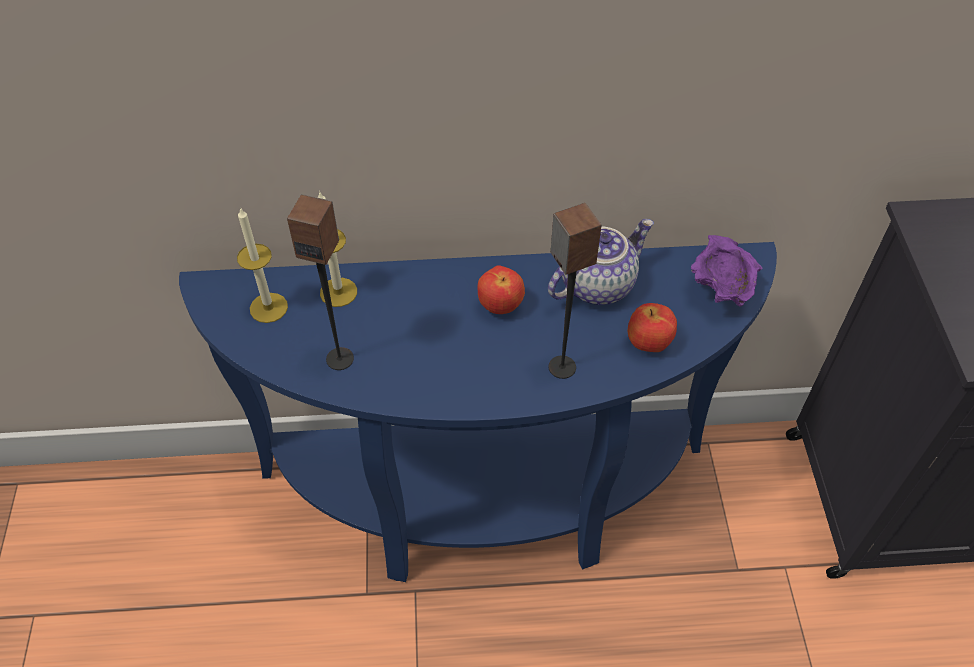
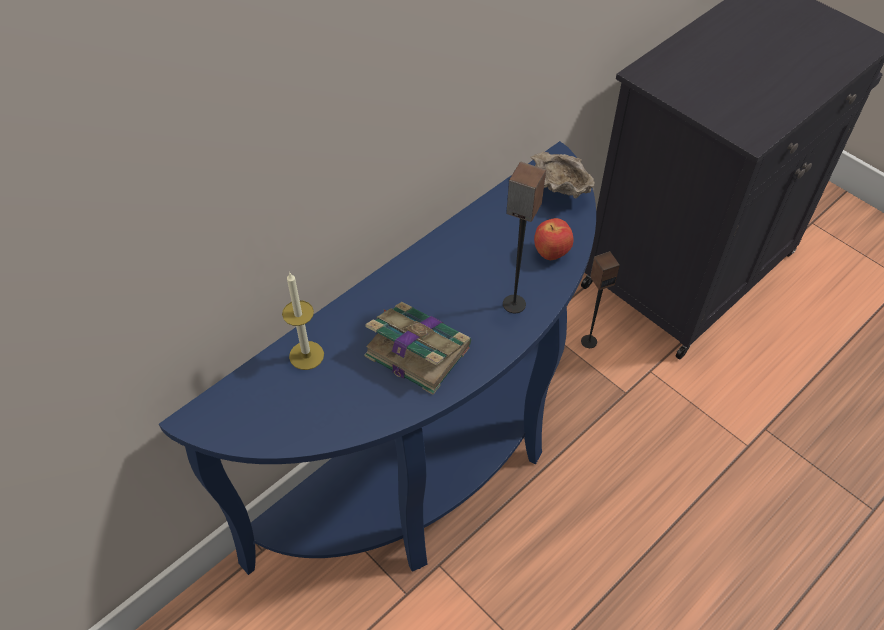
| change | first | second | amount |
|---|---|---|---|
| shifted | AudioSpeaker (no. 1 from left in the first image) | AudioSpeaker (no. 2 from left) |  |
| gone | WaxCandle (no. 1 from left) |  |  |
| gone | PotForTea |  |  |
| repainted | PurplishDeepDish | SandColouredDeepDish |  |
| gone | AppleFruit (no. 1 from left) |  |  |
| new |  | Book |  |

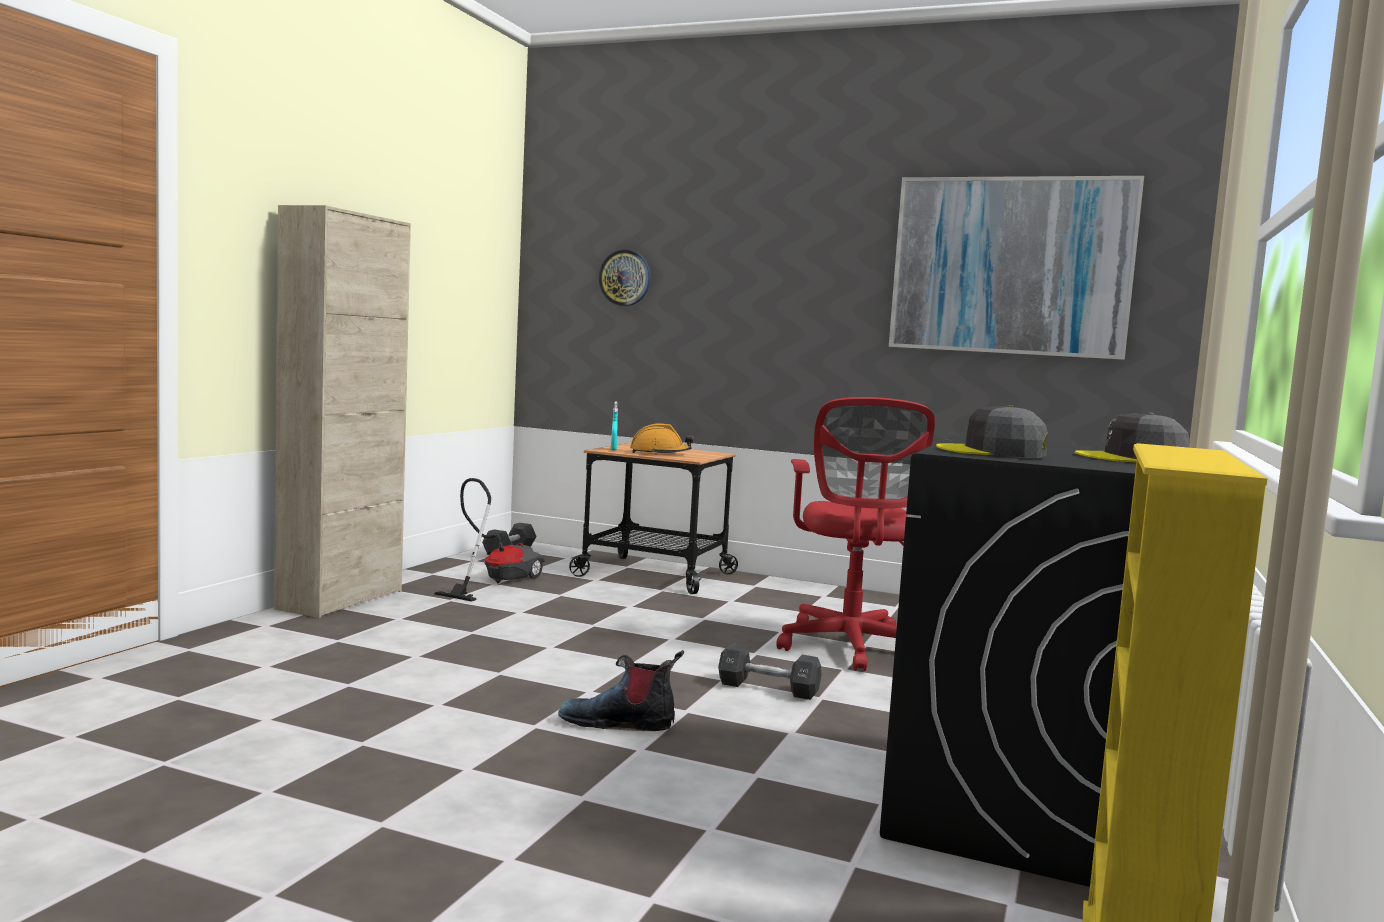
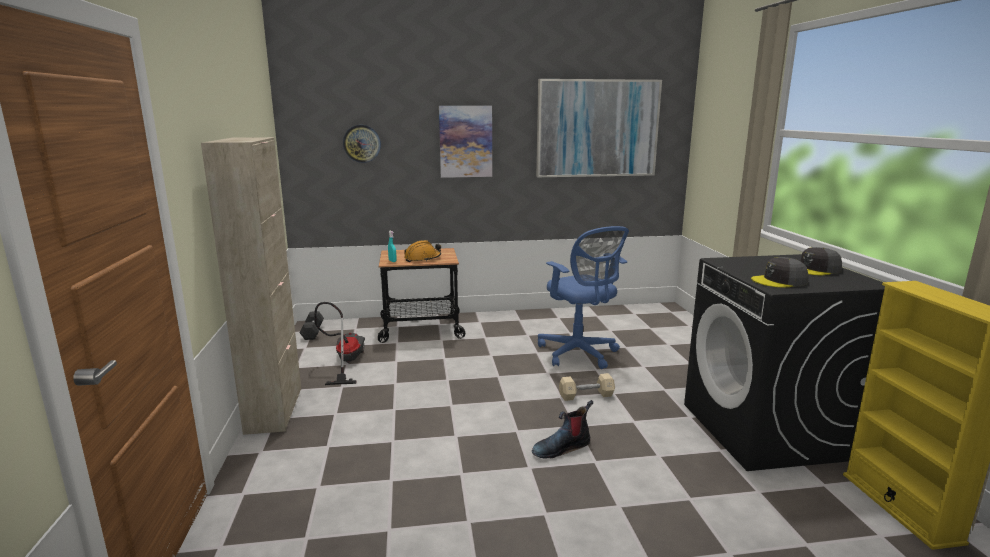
| change | first | second | amount |
|---|---|---|---|
| repainted | RedOfficeChair | BlueOfficeChair |  |
| repainted | BlackColouredHandWeight (no. 2 from left) | SandColouredHandWeight |  |
| new |  | Picture (no. 1 from left) |  |

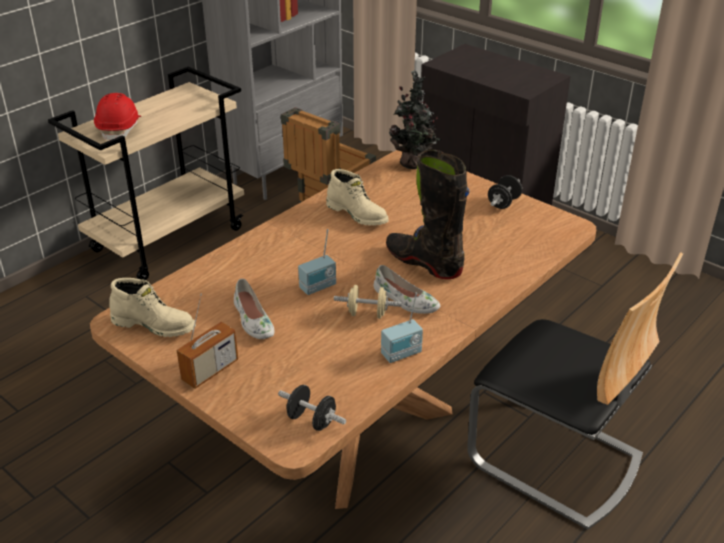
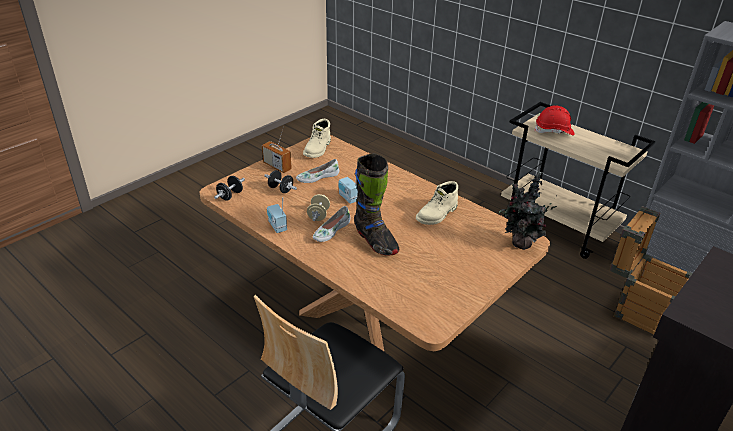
| change | first | second | amount |
|---|---|---|---|
| rotated | BlackColouredTallBoot |  | 105 degrees clockwise |
| shifted | BlackColouredHandWeight (no. 2 from left) |  |  |

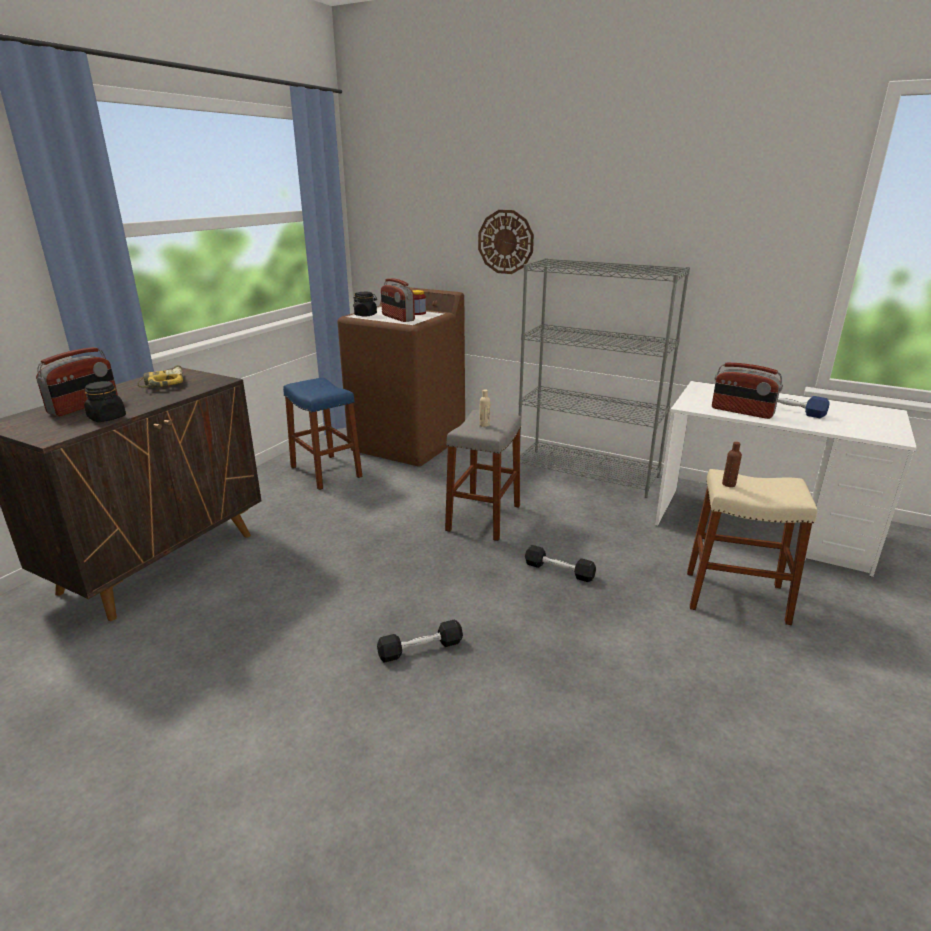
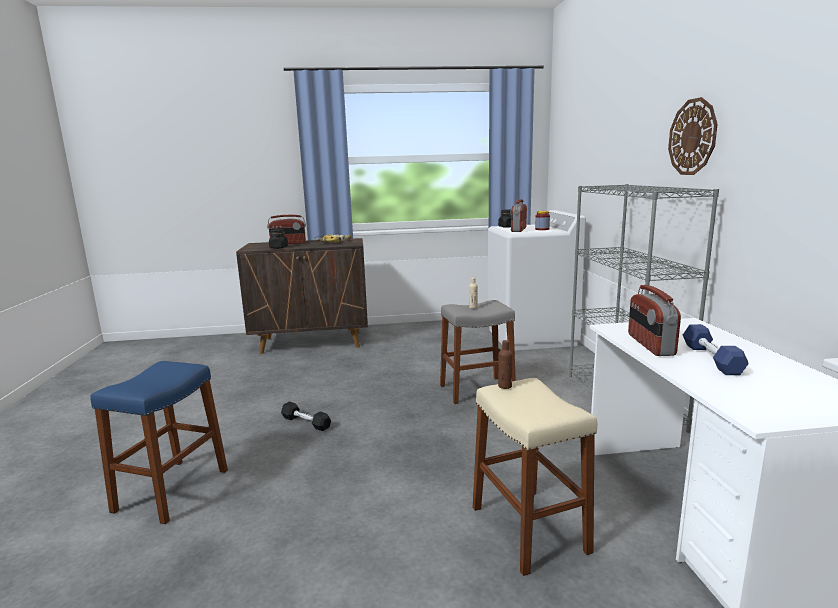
| change | first | second | amount |
|---|---|---|---|
| shifted | ClockOnTheWall |  |  |
| repainted | BrownishLaundryMachine | WhitishLaundryMachine |  |
| shifted | BlueStool |  |  |
| gone | BlackColouredHandWeight (no. 2 from left) |  |  |

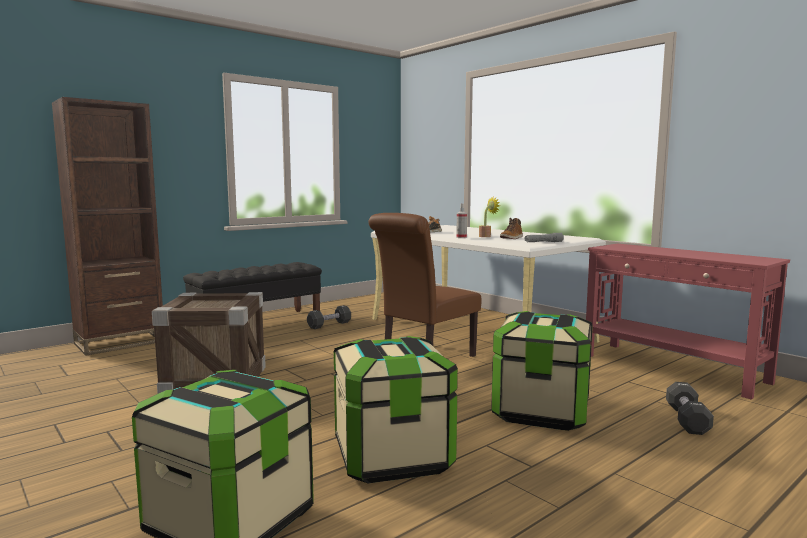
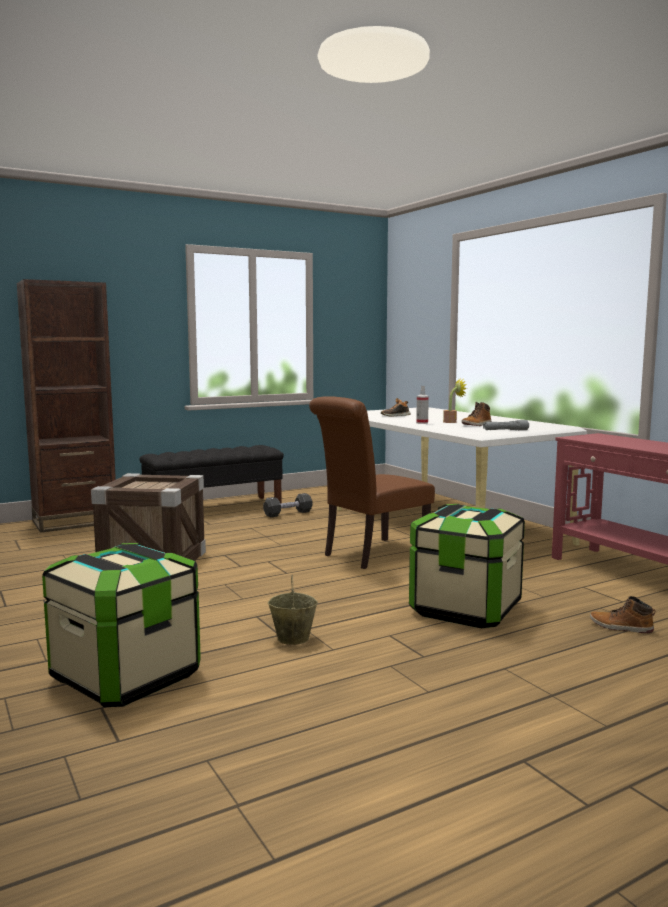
| change | first | second | amount |
|---|---|---|---|
| swapped | StorageBin (no. 2 from left) | SandColouredBucket |  |
| swapped | BlackColouredHandWeight (no. 2 from left) | TallBoot (no. 2 from left) |  |

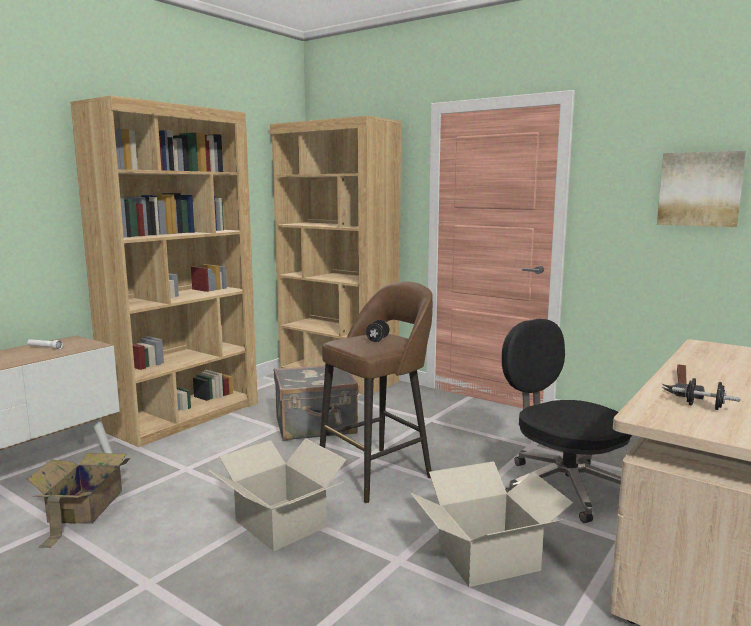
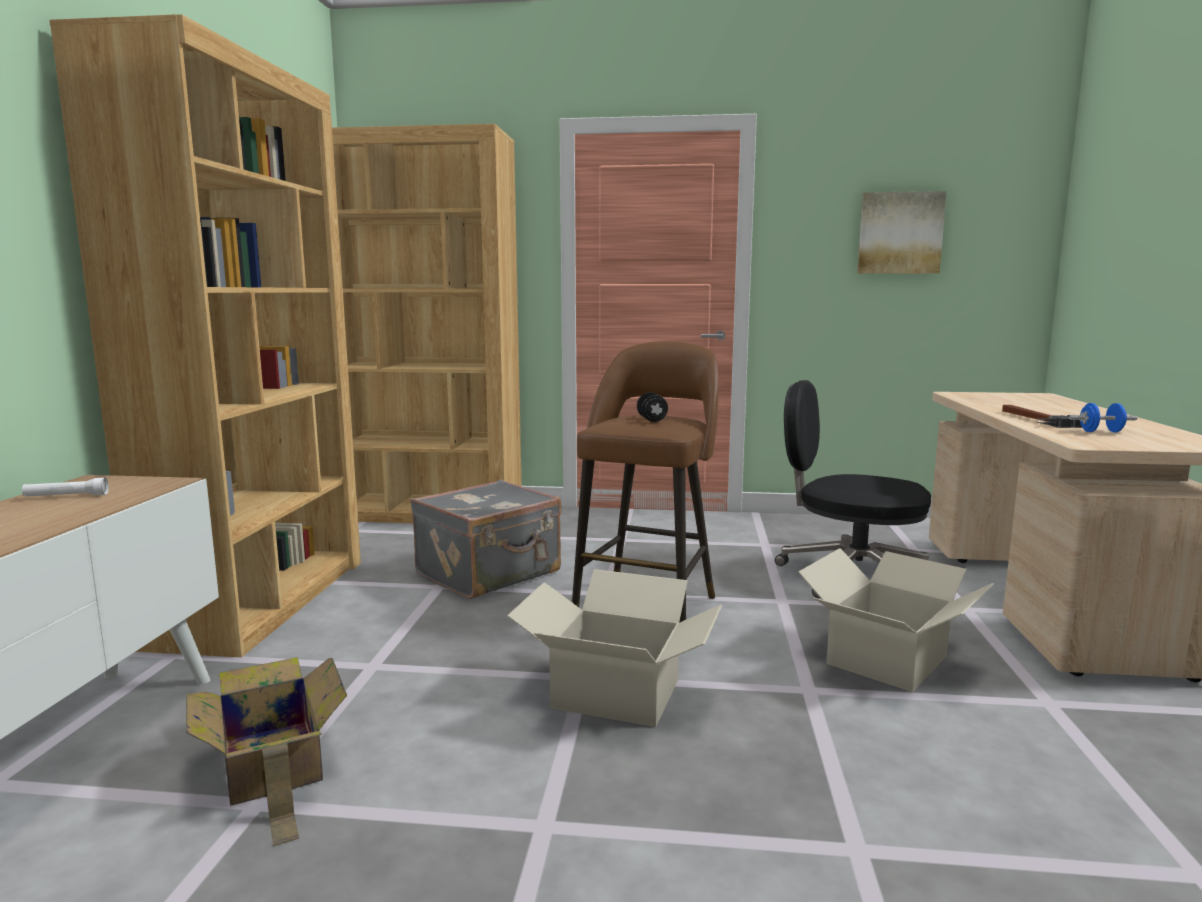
| change | first | second | amount |
|---|---|---|---|
| repainted | BlackColouredHandWeight (no. 2 from left) | BlueHandWeight |  |

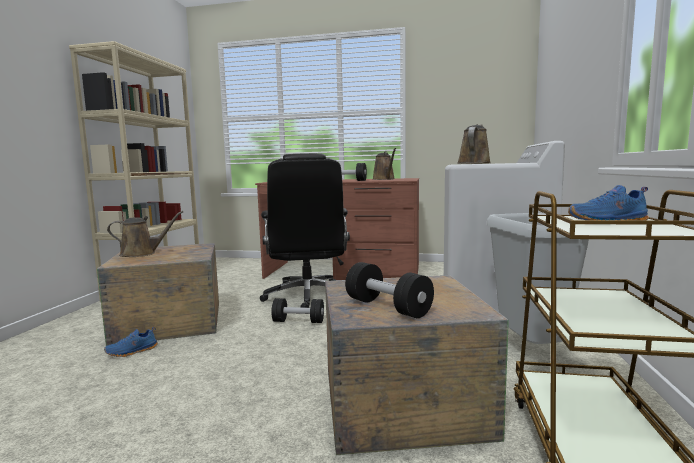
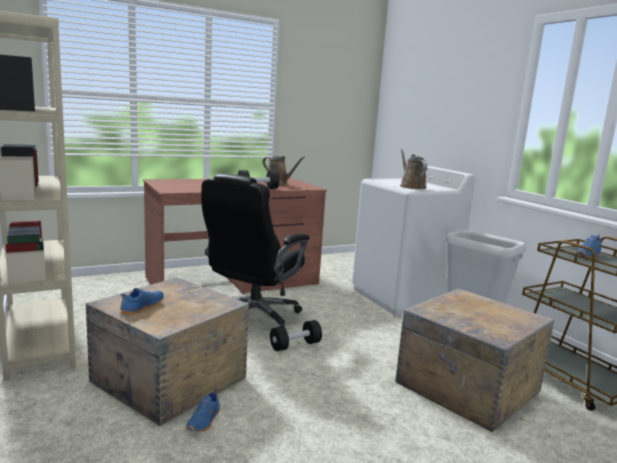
| change | first | second | amount |
|---|---|---|---|
| rotated | BlackColouredOfficeChair |  | 75 degrees clockwise |
| swapped | BrownishWateringPot (no. 1 from left) | BlueItemOfFootwear (no. 1 from left) |  |
| gone | BlackColouredHandWeight (no. 3 from left) |  |  |

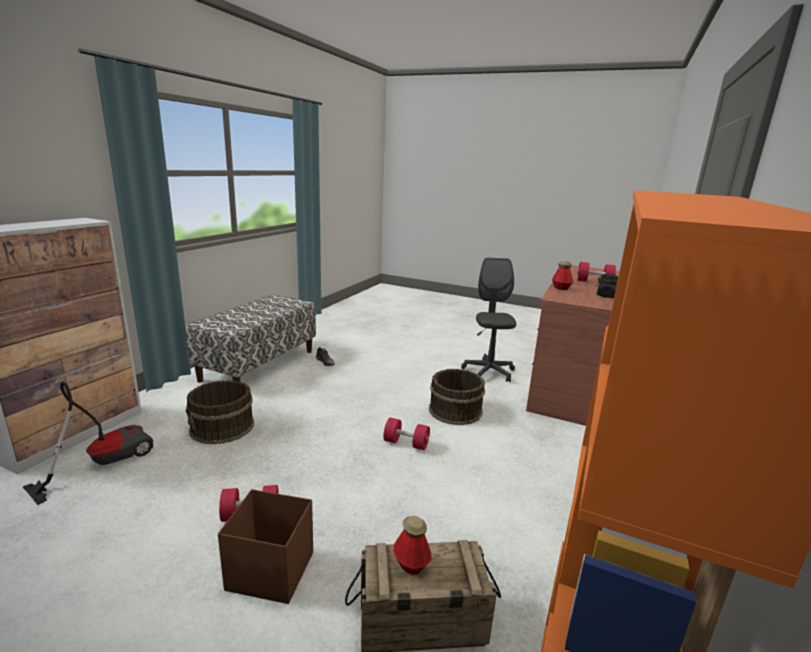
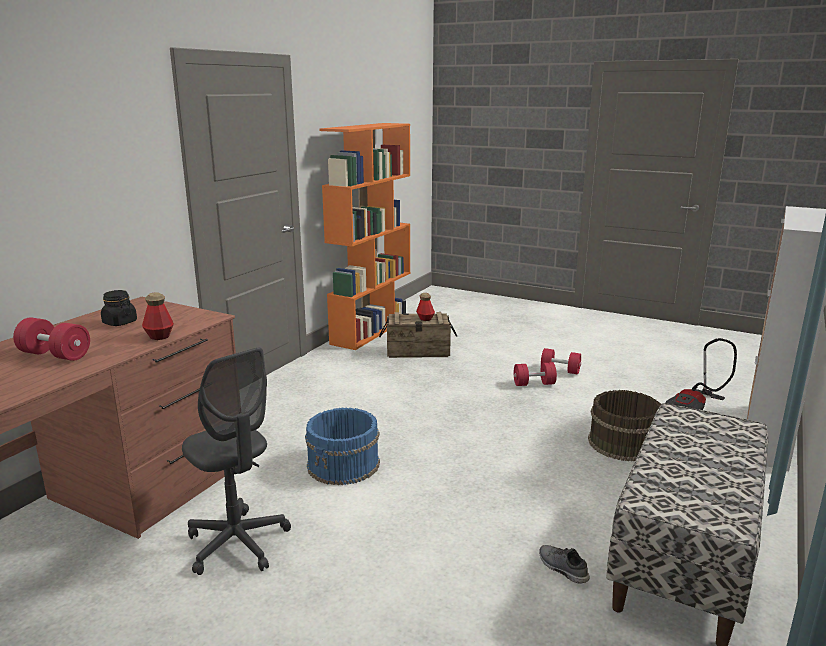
| change | first | second | amount |
|---|---|---|---|
| rotated | GreyishOfficeChair |  | 45 degrees counterclockwise |
| repainted | BrownishBucket (no. 2 from left) | BlueBucket |  |
| shifted | RedHandWeight (no. 2 from left in the first image) | RedHandWeight (no. 3 from left) |  |
| gone | BrownishStorageBin |  |  |

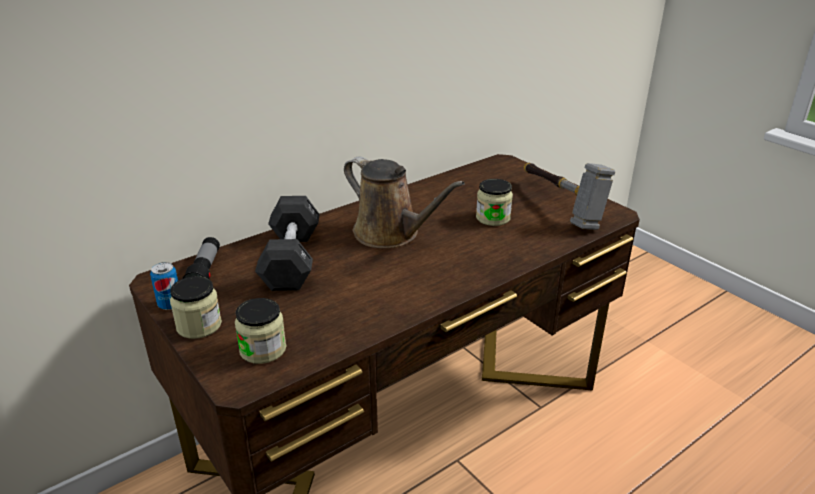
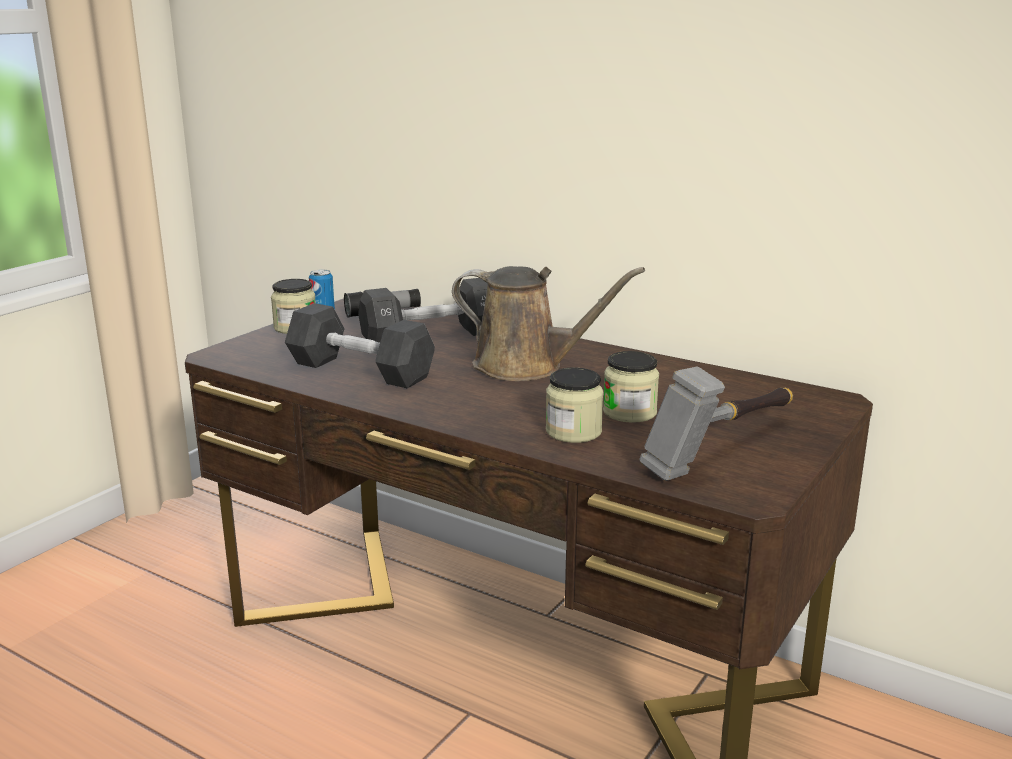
| change | first | second | amount |
|---|---|---|---|
| rotated | BrownishWateringPot |  | 90 degrees counterclockwise |
| shifted | PreserveJar (no. 2 from left) |  |  |
| new |  | BlackColouredHandWeight (no. 1 from left) |  |

